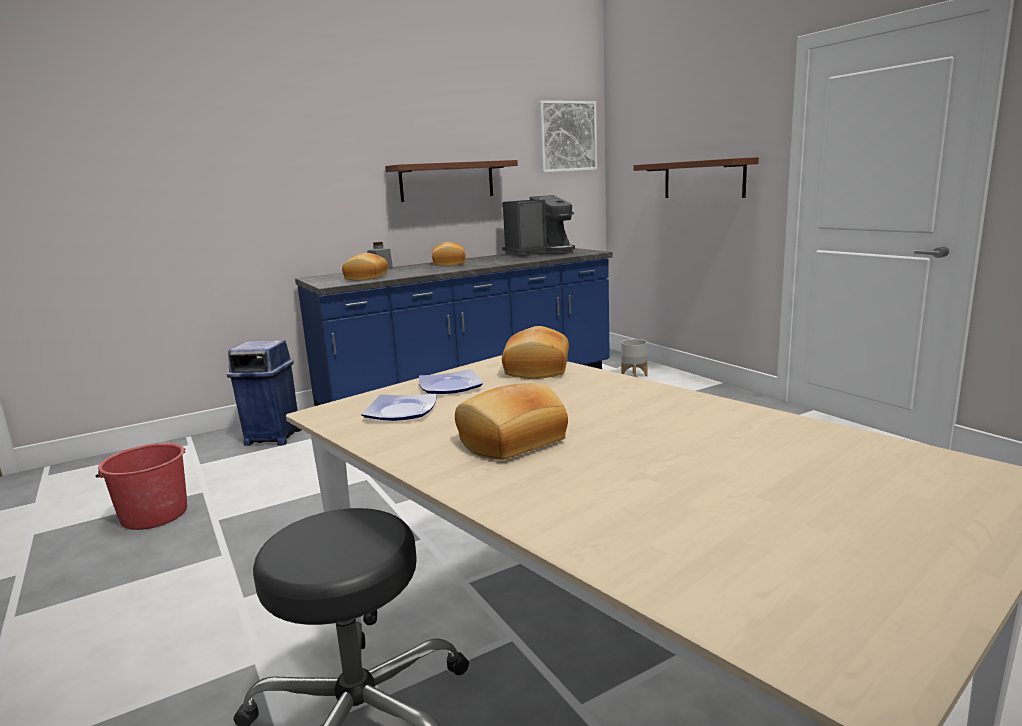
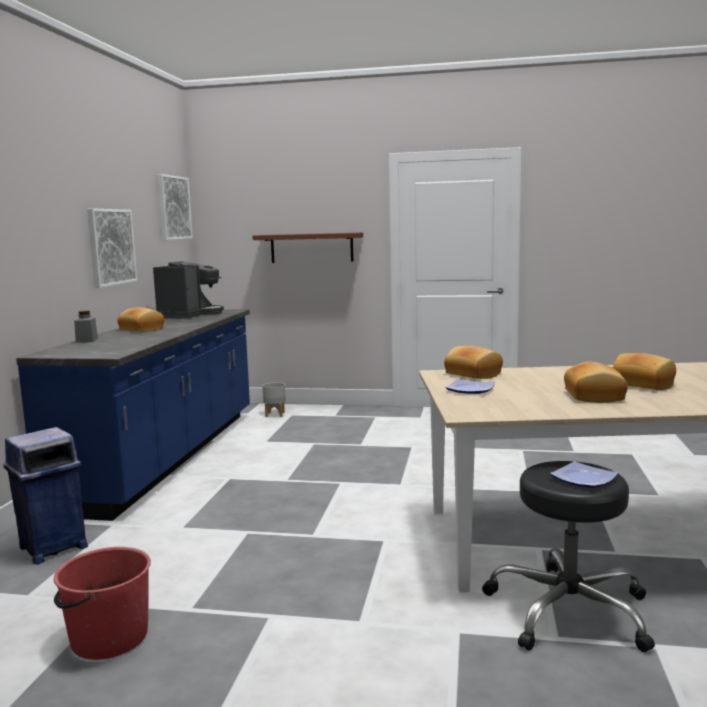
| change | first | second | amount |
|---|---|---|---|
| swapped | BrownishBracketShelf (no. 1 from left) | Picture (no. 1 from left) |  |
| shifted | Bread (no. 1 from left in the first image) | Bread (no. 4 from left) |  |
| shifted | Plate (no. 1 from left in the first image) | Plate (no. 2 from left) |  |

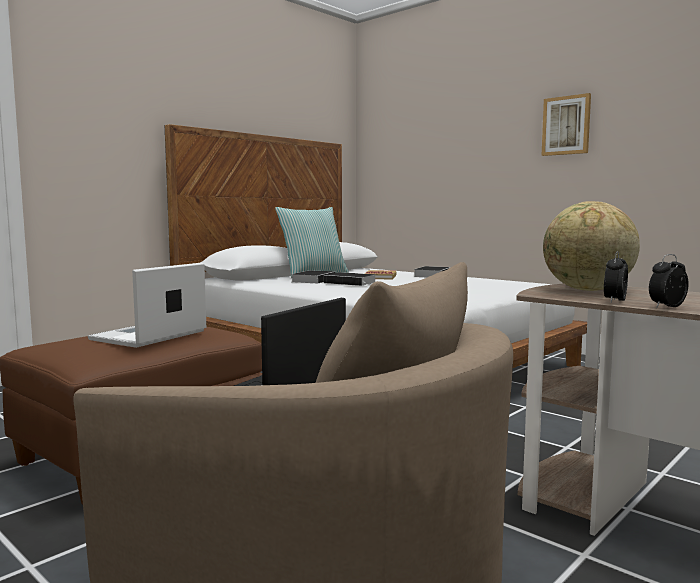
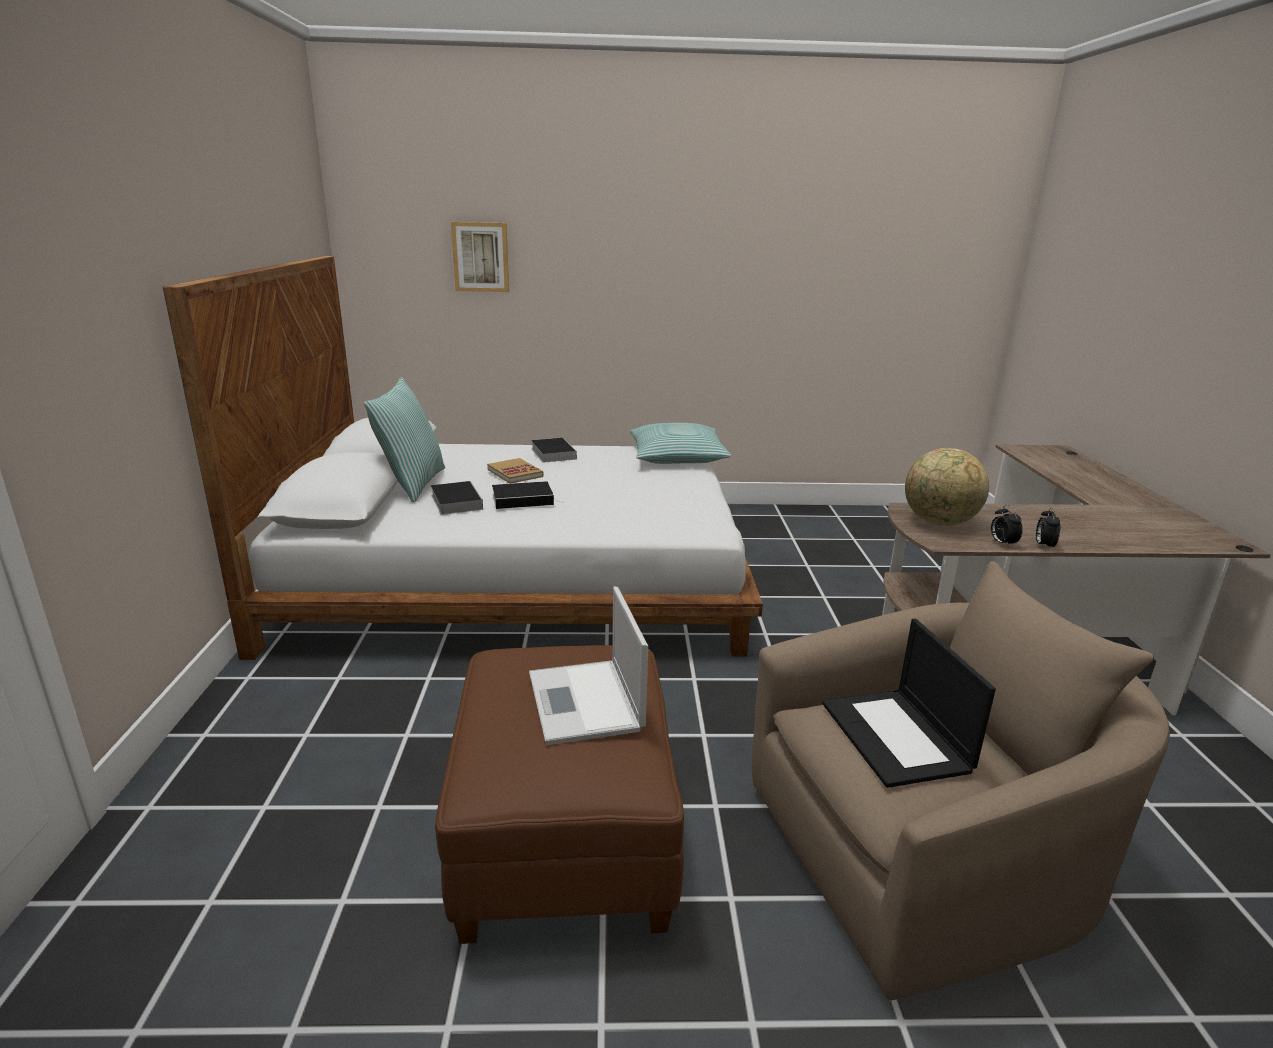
| change | first | second | amount |
|---|---|---|---|
| shifted | Picture |  |  |
| new |  | ThrowPillow (no. 2 from left) |  |

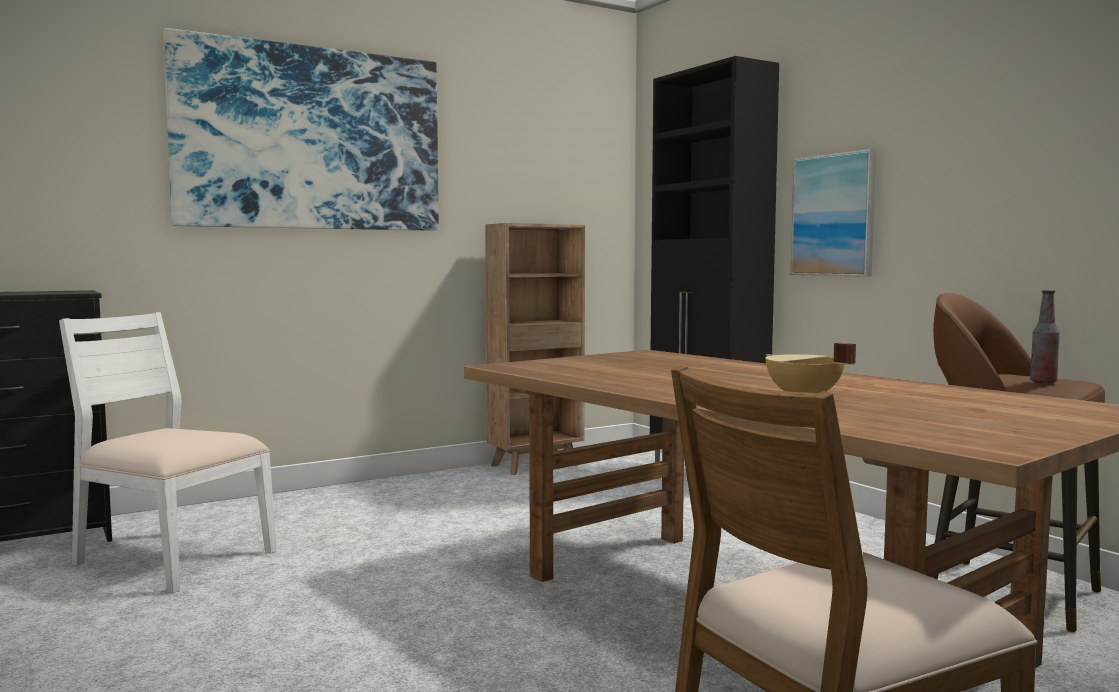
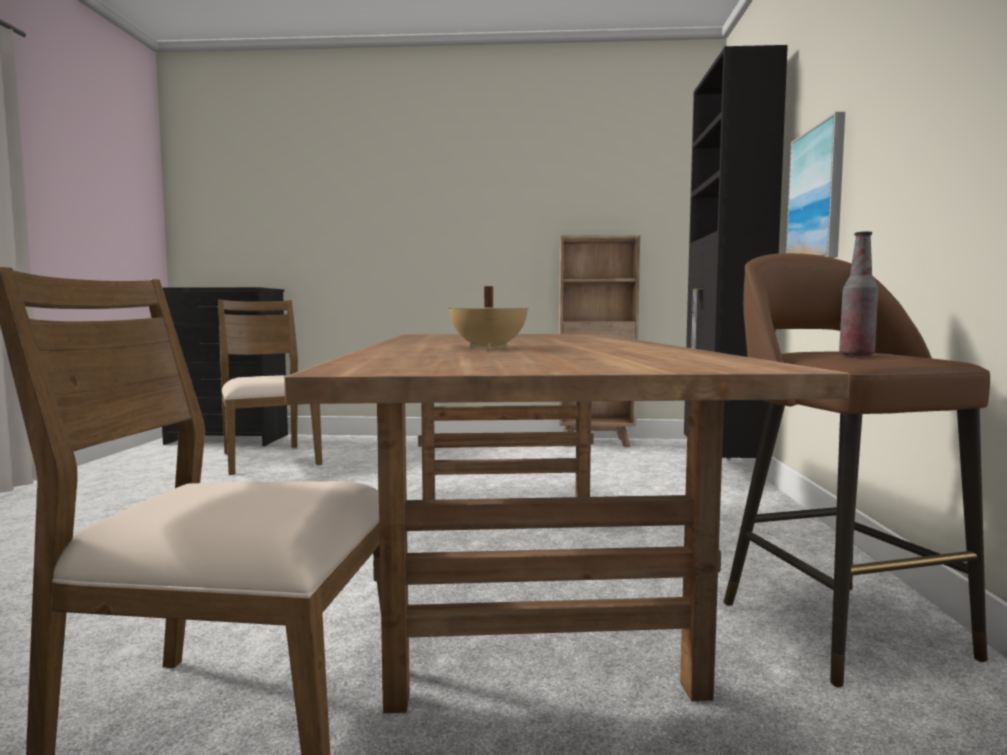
| change | first | second | amount |
|---|---|---|---|
| gone | Picture (no. 1 from left) |  |  |
| repainted | WhitishChair | BrownishChair (no. 2 from left) |  |

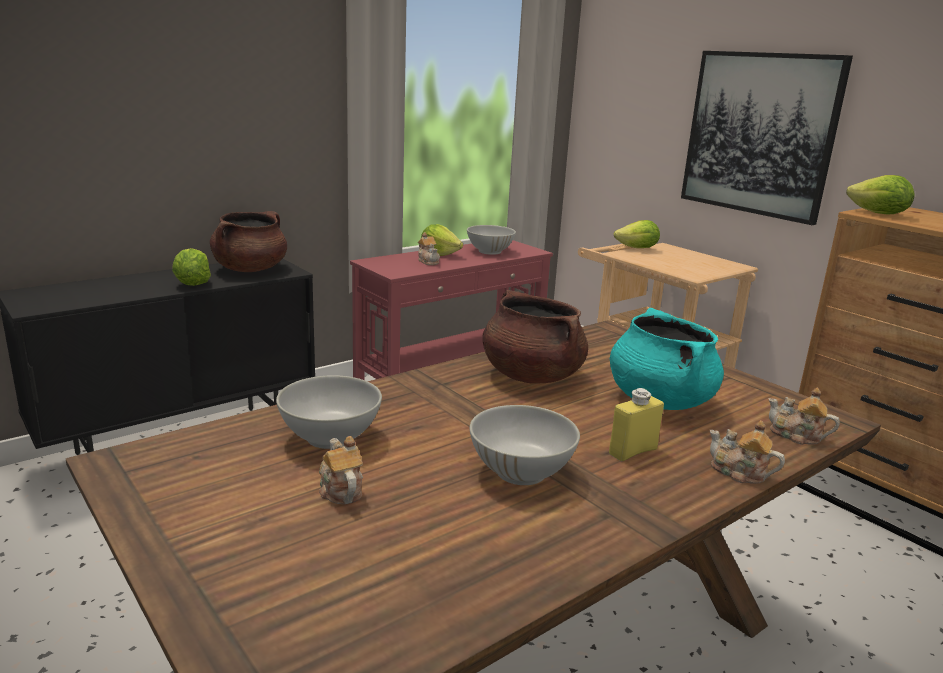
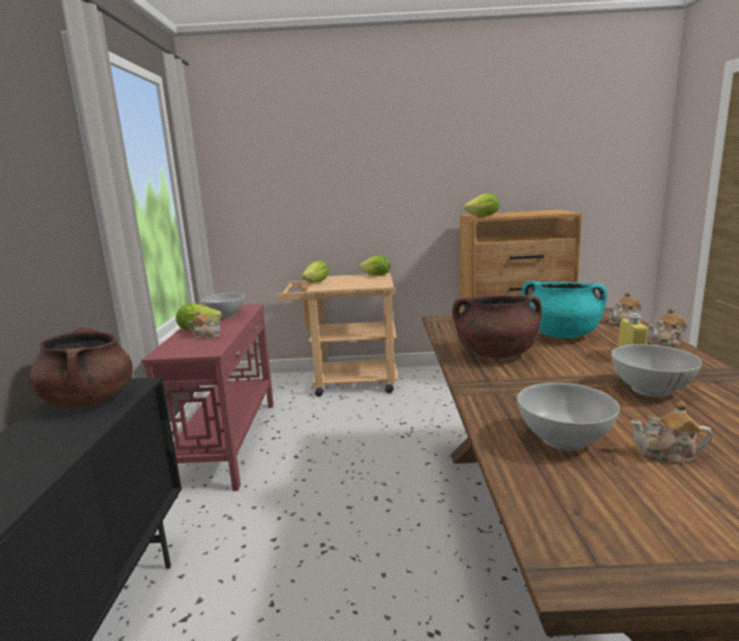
| change | first | second | amount |
|---|---|---|---|
| gone | Picture |  |  |
| shifted | HeadOfLettuce (no. 1 from left in the first image) | HeadOfLettuce (no. 3 from left) |  |

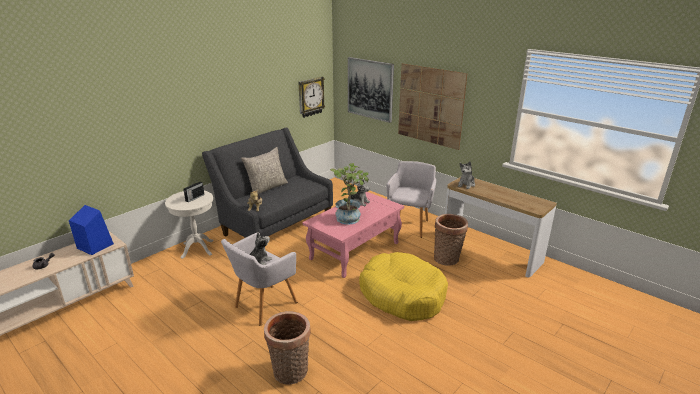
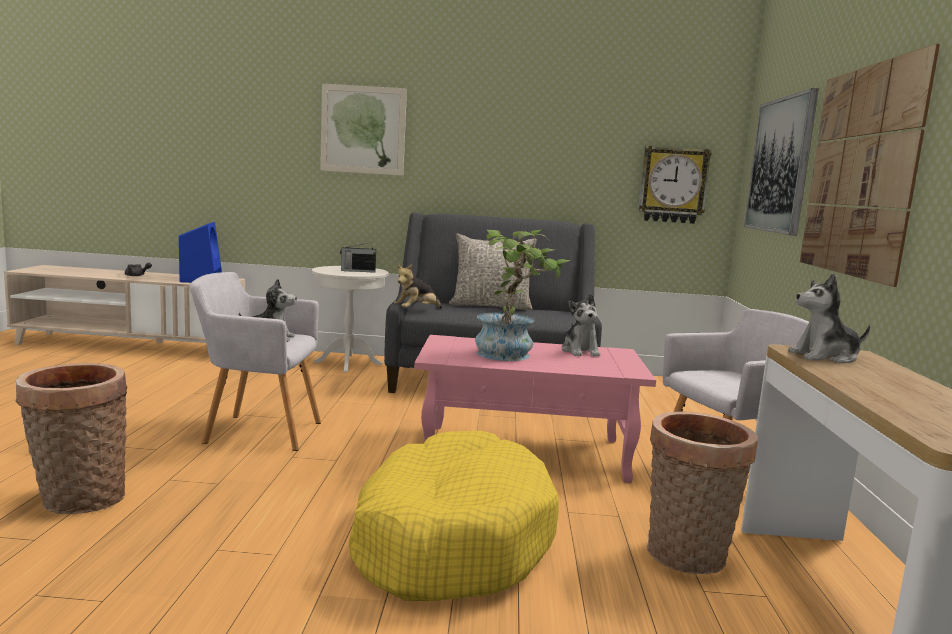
| change | first | second | amount |
|---|---|---|---|
| new |  | Picture (no. 1 from left) |  |

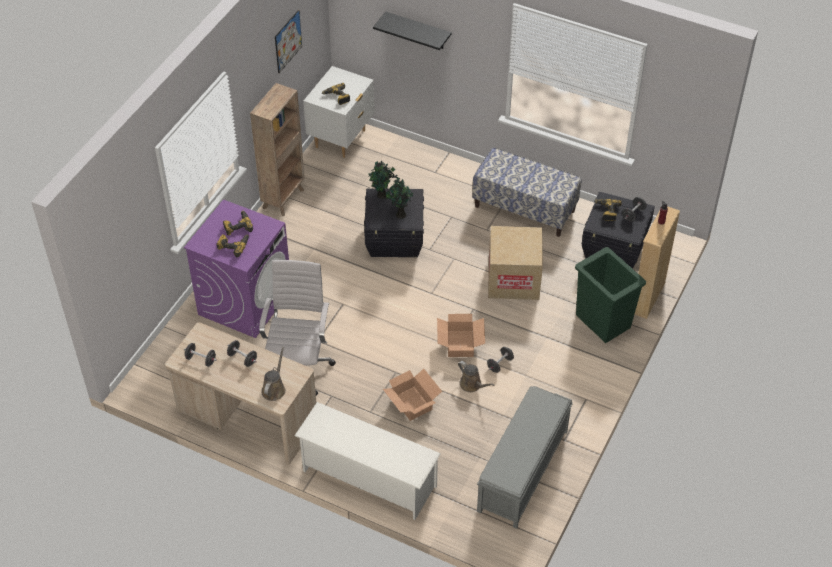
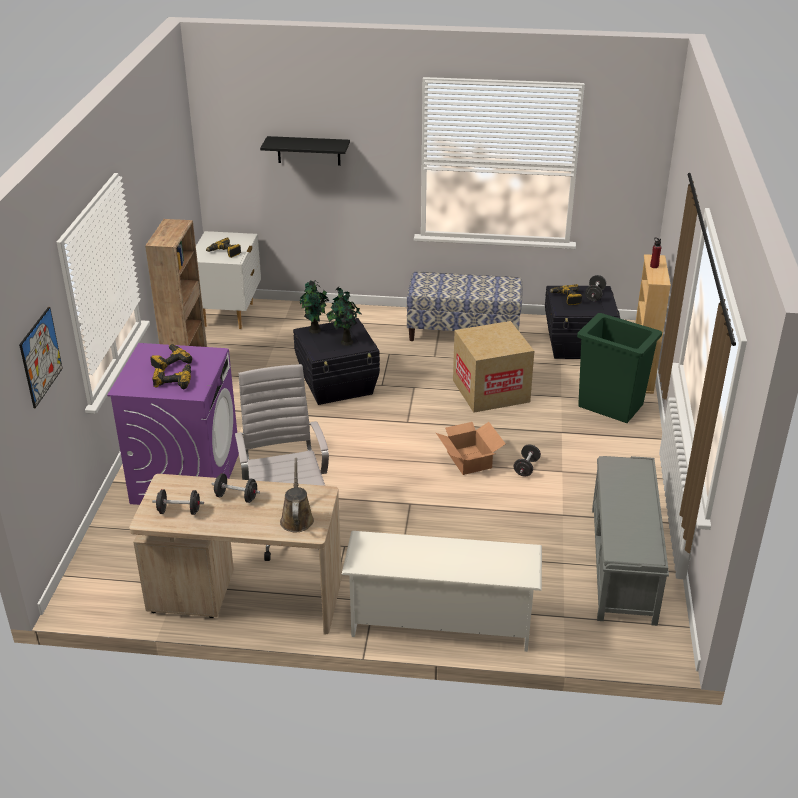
| change | first | second | amount |
|---|---|---|---|
| shifted | Picture |  |  |
| gone | BrownishWateringPot (no. 2 from left) |  |  |
| gone | CardboardBox (no. 1 from left) |  |  |

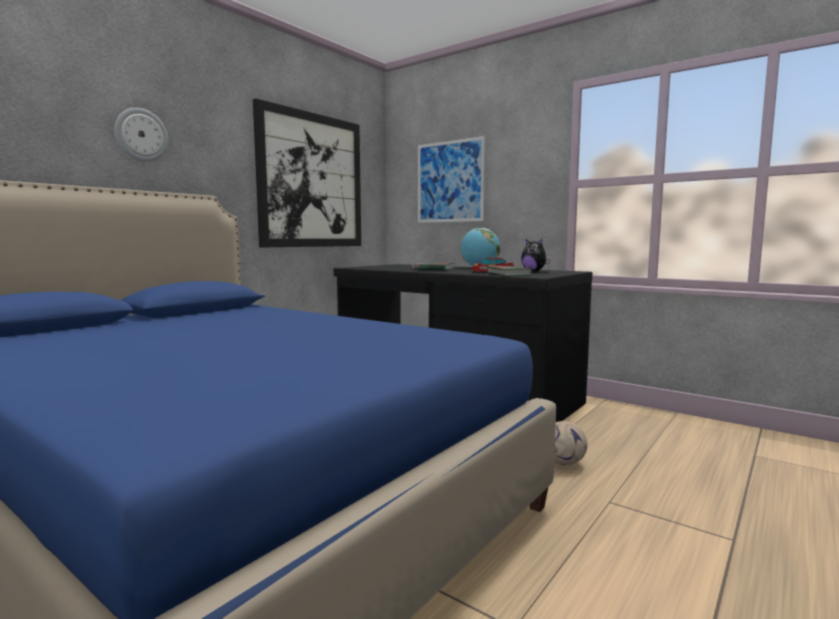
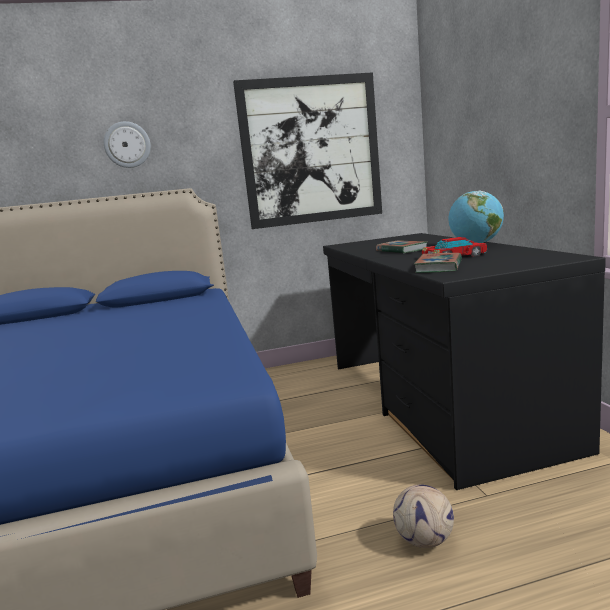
| change | first | second | amount |
|---|---|---|---|
| gone | Picture (no. 2 from left) |  |  |
| gone | SoftToy |  |  |

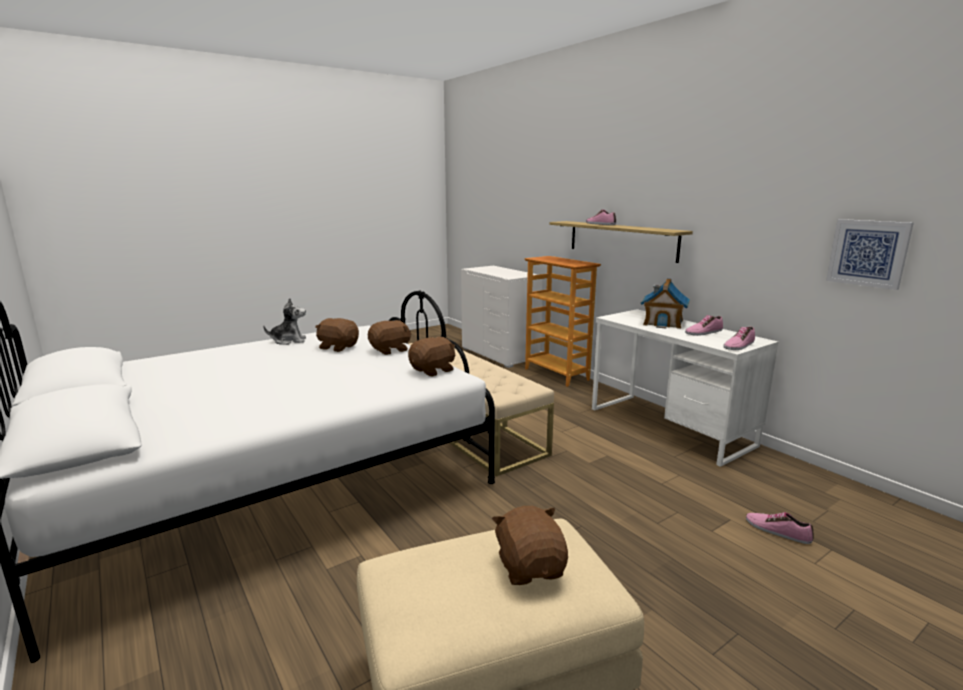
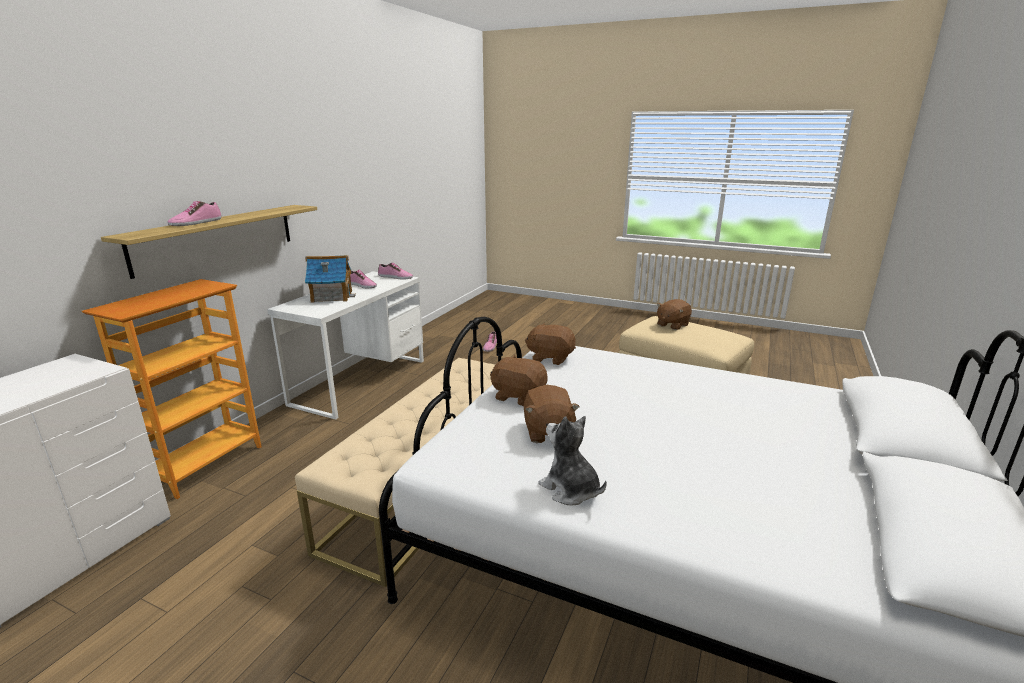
| change | first | second | amount |
|---|---|---|---|
| gone | Picture |  |  |

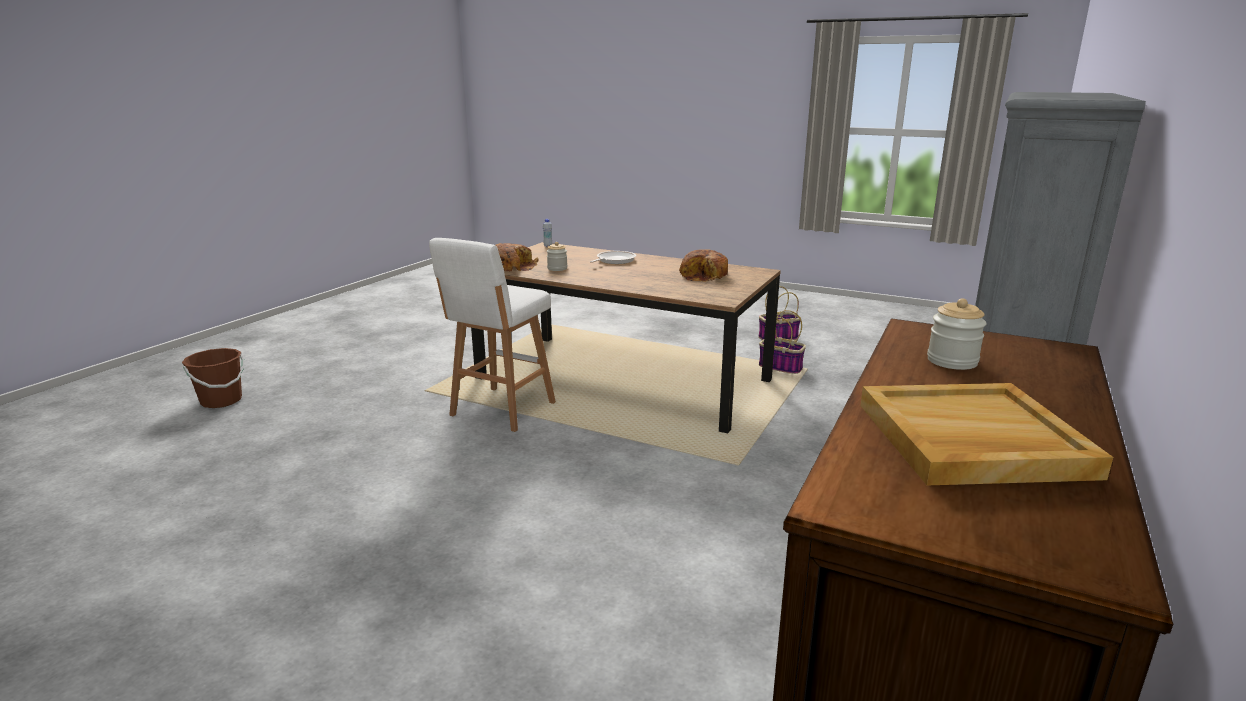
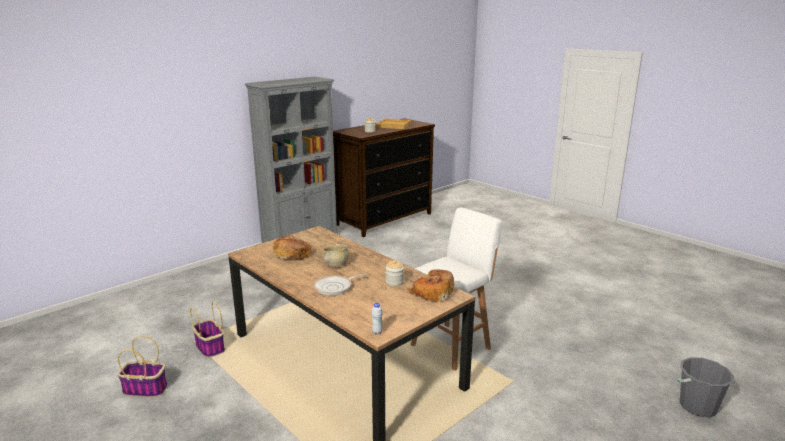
| change | first | second | amount |
|---|---|---|---|
| repainted | BrownishBucket | GreyishBucket |  |
| new |  | SandColouredDeepDish |  |

